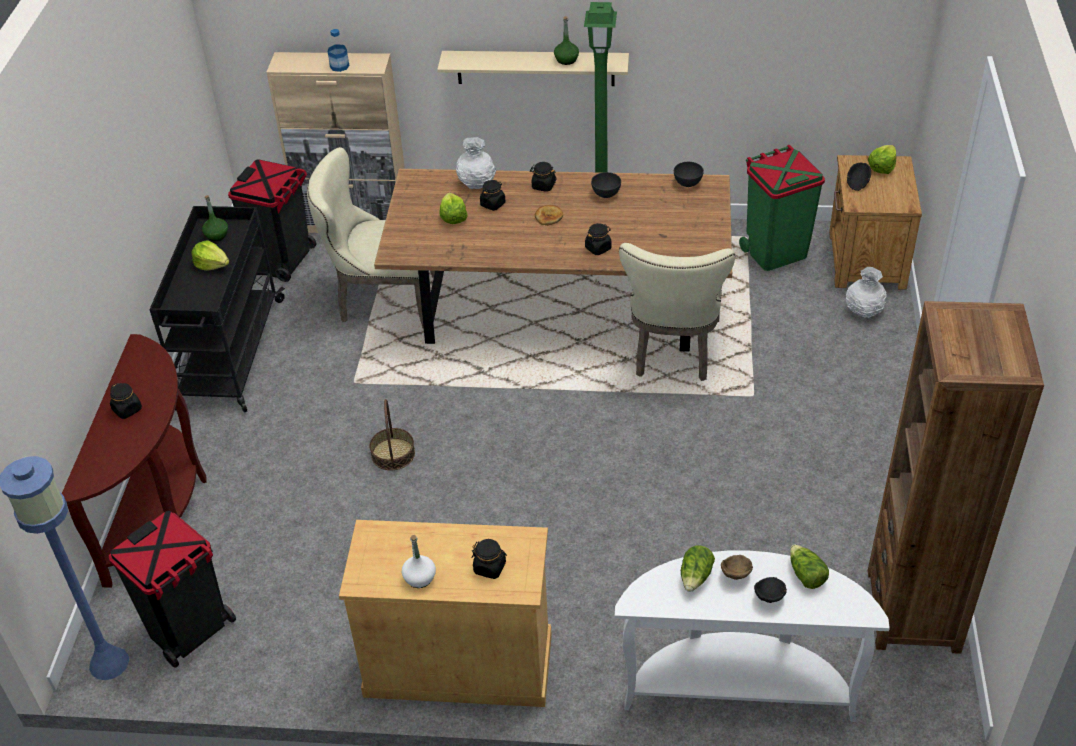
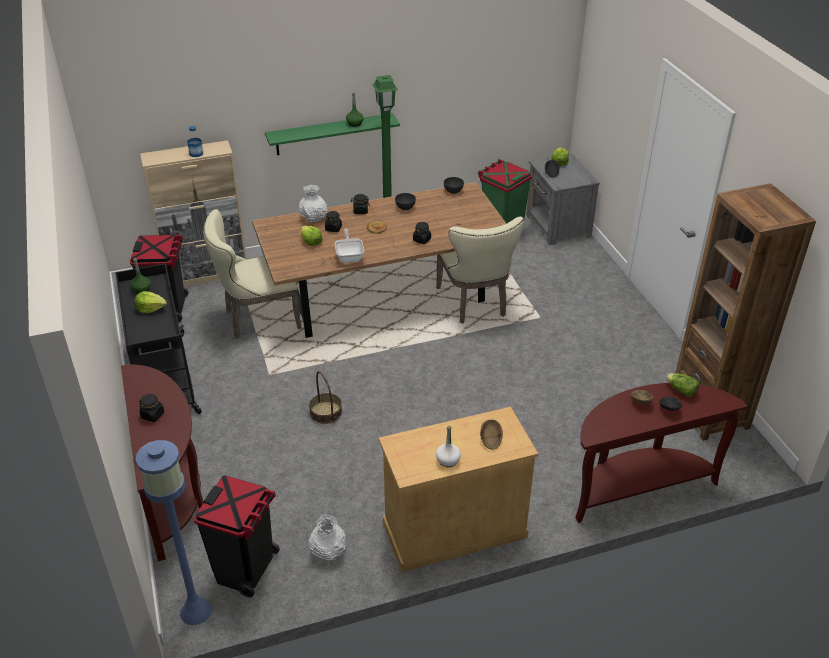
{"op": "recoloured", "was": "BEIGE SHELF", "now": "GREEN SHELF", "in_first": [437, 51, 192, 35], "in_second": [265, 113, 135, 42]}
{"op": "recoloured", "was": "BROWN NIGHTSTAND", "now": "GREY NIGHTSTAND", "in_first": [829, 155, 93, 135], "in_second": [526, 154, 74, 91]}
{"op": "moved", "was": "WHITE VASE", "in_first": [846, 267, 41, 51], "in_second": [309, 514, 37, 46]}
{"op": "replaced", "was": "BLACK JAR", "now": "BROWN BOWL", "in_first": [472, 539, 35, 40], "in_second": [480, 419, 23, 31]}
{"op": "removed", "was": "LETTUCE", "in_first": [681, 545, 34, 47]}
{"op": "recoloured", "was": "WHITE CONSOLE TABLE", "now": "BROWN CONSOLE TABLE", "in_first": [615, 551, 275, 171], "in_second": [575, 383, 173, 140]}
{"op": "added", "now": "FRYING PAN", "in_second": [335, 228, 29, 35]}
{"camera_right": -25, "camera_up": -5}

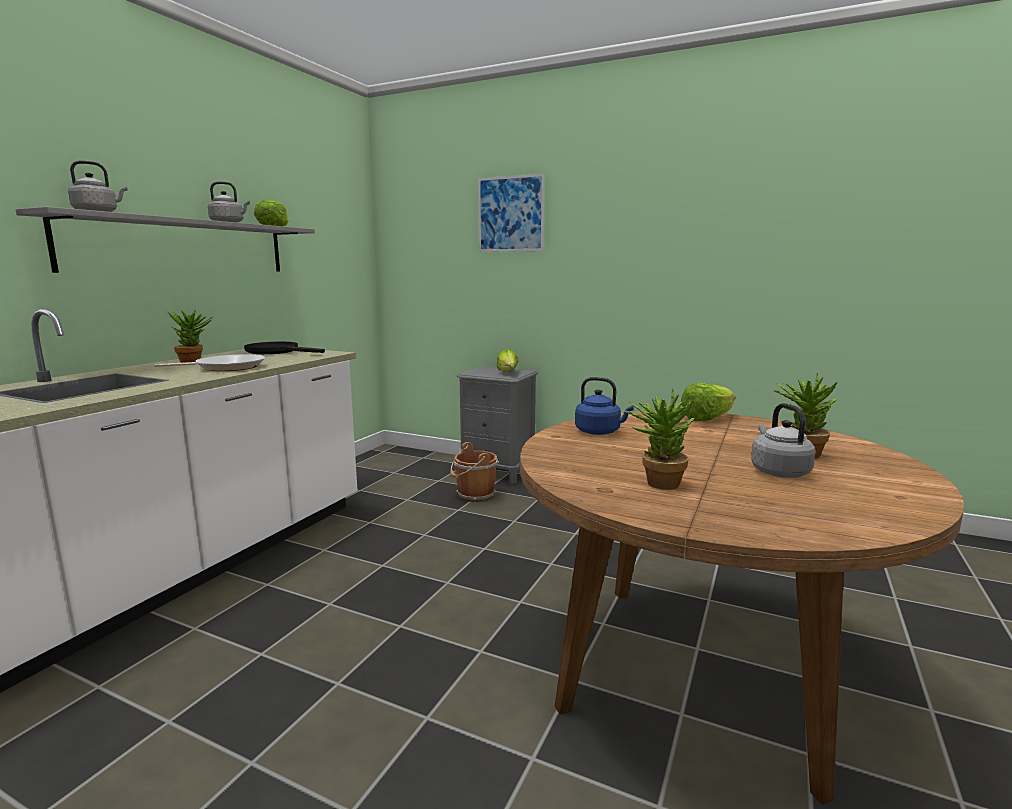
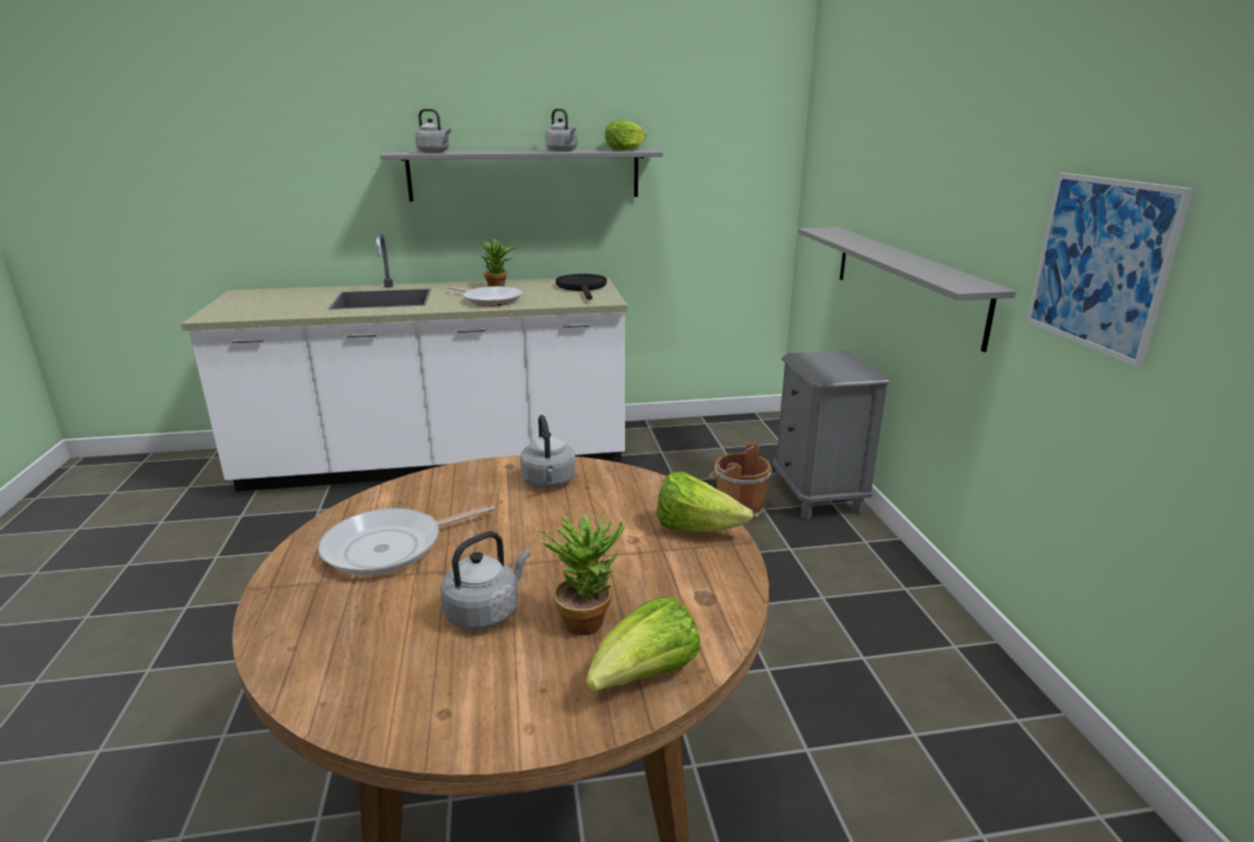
{"op": "moved", "was": "PICTURE", "in_first": [478, 173, 67, 79], "in_second": [1026, 172, 167, 196]}
{"op": "moved", "was": "LETTUCE", "in_first": [496, 349, 23, 23], "in_second": [586, 597, 115, 96]}
{"op": "recoloured", "was": "BLUE KETTLE", "now": "GREY KETTLE", "in_first": [575, 377, 59, 58], "in_second": [520, 415, 56, 73]}
{"op": "replaced", "was": "POTTED PLANT", "now": "FRYING PAN", "in_first": [625, 388, 69, 102], "in_second": [318, 505, 177, 71]}
{"op": "added", "now": "GREY SHELF", "in_second": [798, 227, 218, 125]}
{"camera_right": 55, "camera_up": 10}

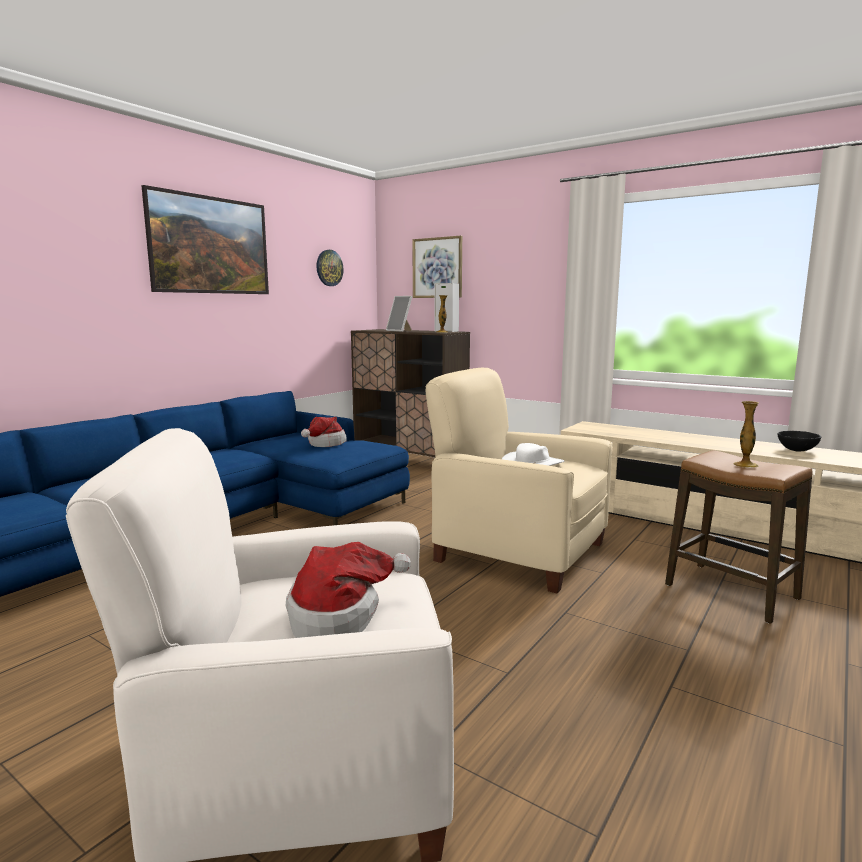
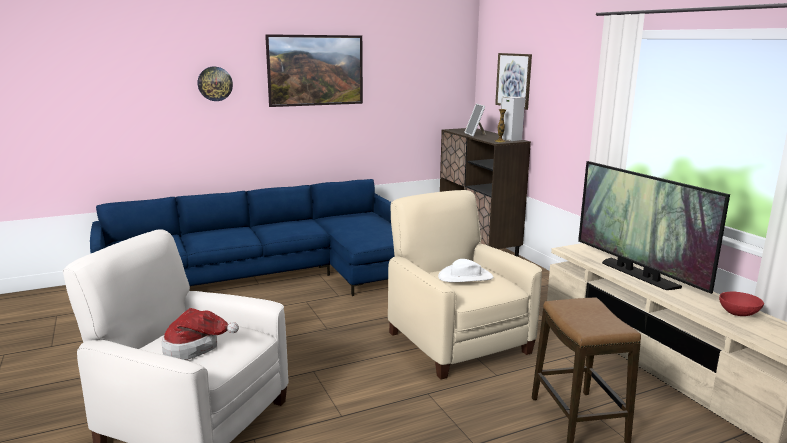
{"op": "moved", "was": "WALL CLOCK", "in_first": [317, 250, 26, 36], "in_second": [198, 67, 35, 34]}
{"op": "removed", "was": "VASE", "in_first": [734, 401, 25, 67]}
{"op": "removed", "was": "HAT", "in_first": [301, 417, 46, 30]}
{"op": "recoloured", "was": "BLACK BOWL", "now": "RED BOWL", "in_first": [778, 431, 43, 21], "in_second": [719, 292, 45, 24]}
{"op": "added", "now": "TELEVISION", "in_second": [578, 161, 152, 133]}
{"camera_right": 30, "camera_up": 5}

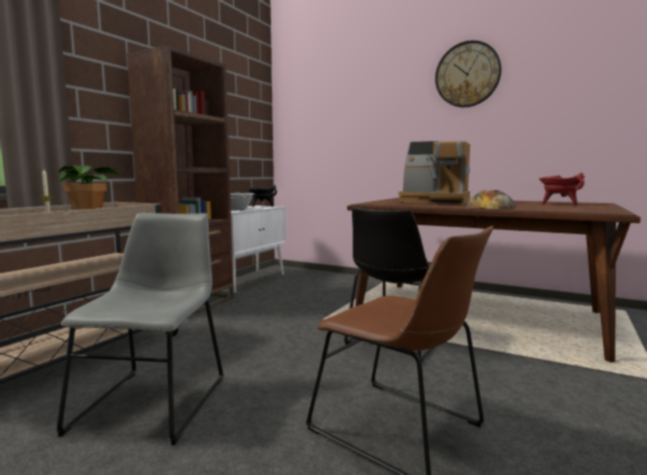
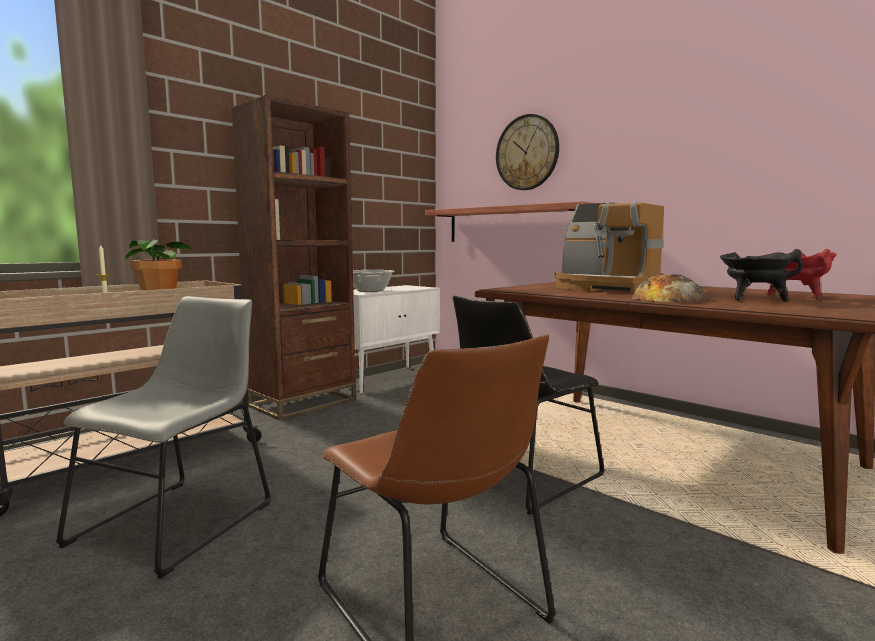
{"op": "moved", "was": "WALL CLOCK", "in_first": [435, 40, 66, 67], "in_second": [496, 114, 63, 76]}
{"op": "moved", "was": "BLACK COOKING POT", "in_first": [248, 185, 29, 22], "in_second": [720, 249, 83, 52]}
{"op": "added", "now": "SHELF", "in_second": [425, 201, 169, 41]}
{"camera_right": 15, "camera_up": 0}

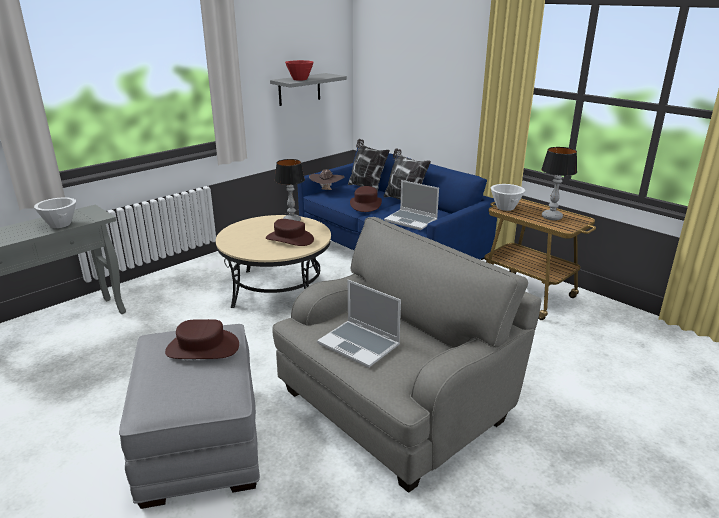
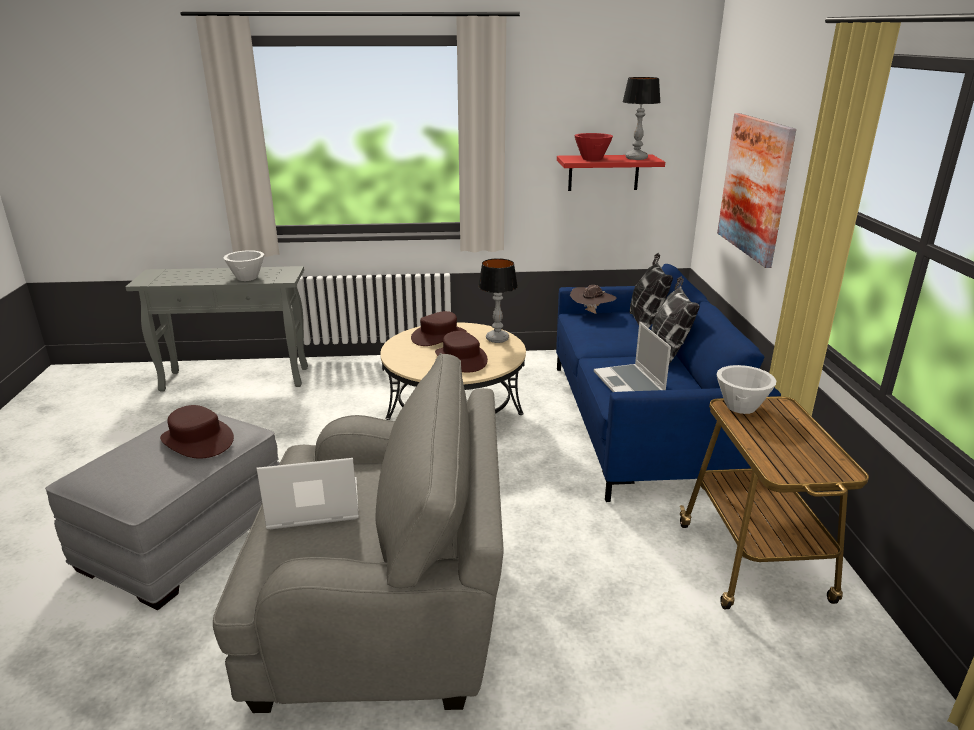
{"op": "recoloured", "was": "GREY SHELF", "now": "RED SHELF", "in_first": [270, 73, 77, 33], "in_second": [557, 155, 108, 36]}
{"op": "moved", "was": "TABLE LAMP", "in_first": [541, 147, 36, 73], "in_second": [623, 77, 38, 83]}
{"op": "moved", "was": "BROWN HAT", "in_first": [350, 186, 32, 26], "in_second": [411, 311, 56, 35]}
{"op": "turned", "was": "LAPTOP", "in_first": [317, 280, 84, 88], "in_second": [256, 458, 103, 71], "clockwise": 90}
{"op": "added", "now": "PICTURE", "in_second": [717, 113, 79, 155]}
{"camera_right": 40, "camera_up": 0}

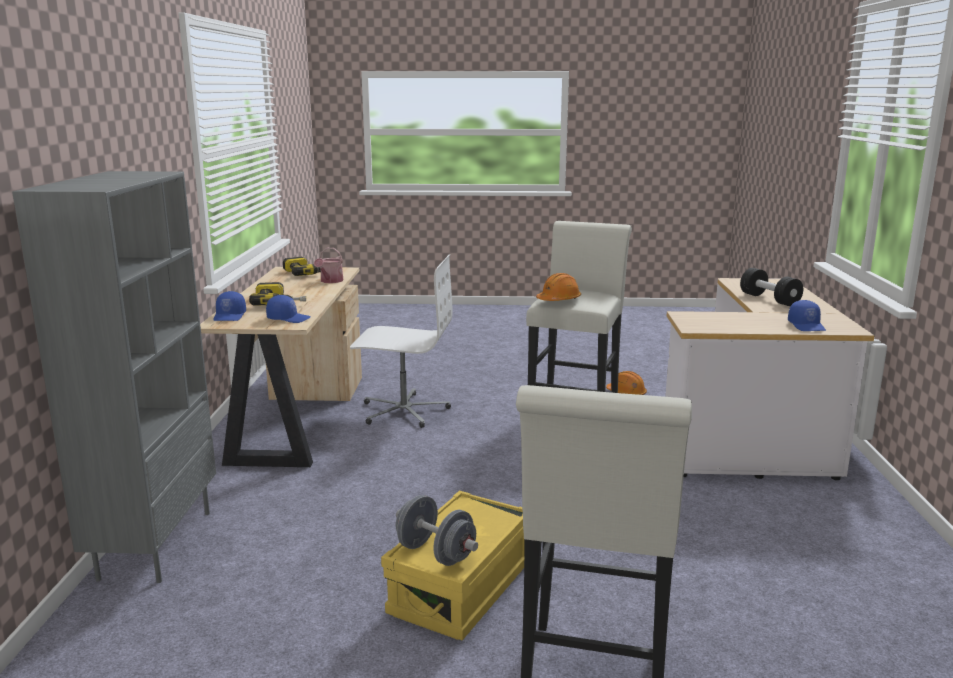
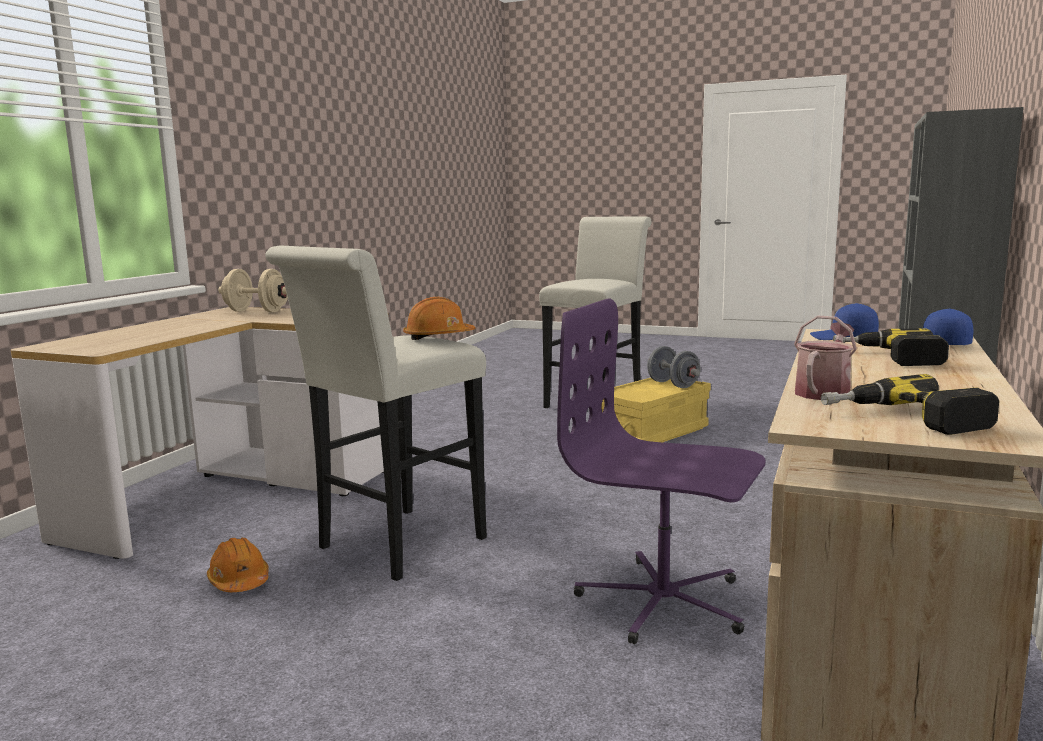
{"op": "recoloured", "was": "WHITE OFFICE CHAIR", "now": "PURPLE OFFICE CHAIR", "in_first": [350, 255, 103, 173], "in_second": [557, 298, 209, 346]}
{"op": "removed", "was": "BLACK DUMBBELL", "in_first": [740, 268, 63, 38]}
{"op": "replaced", "was": "BLUE CAP", "now": "BEIGE DUMBBELL", "in_first": [788, 300, 38, 31], "in_second": [218, 269, 70, 43]}
{"camera_right": -160, "camera_up": -5}

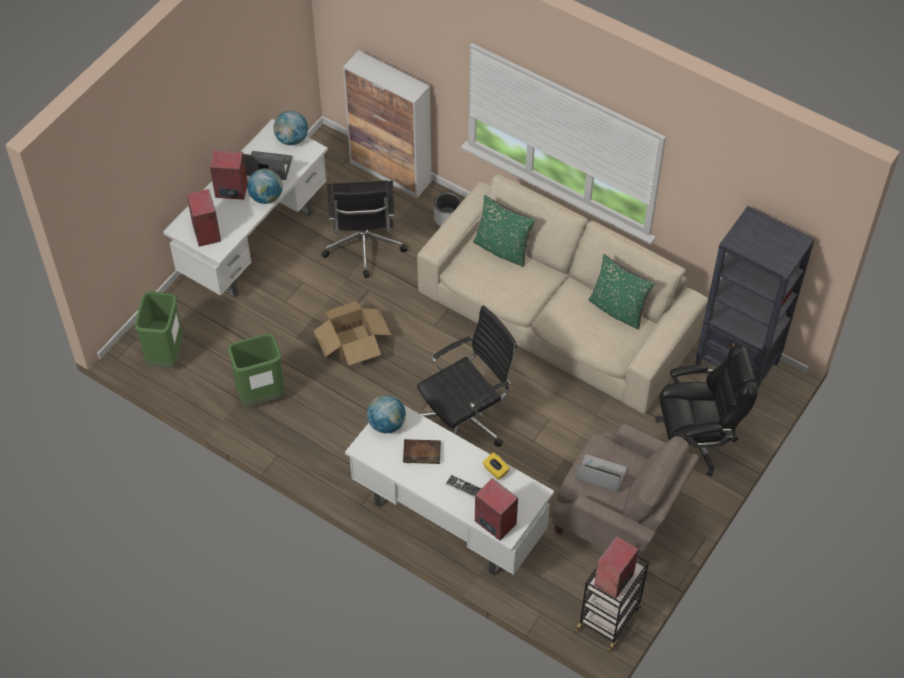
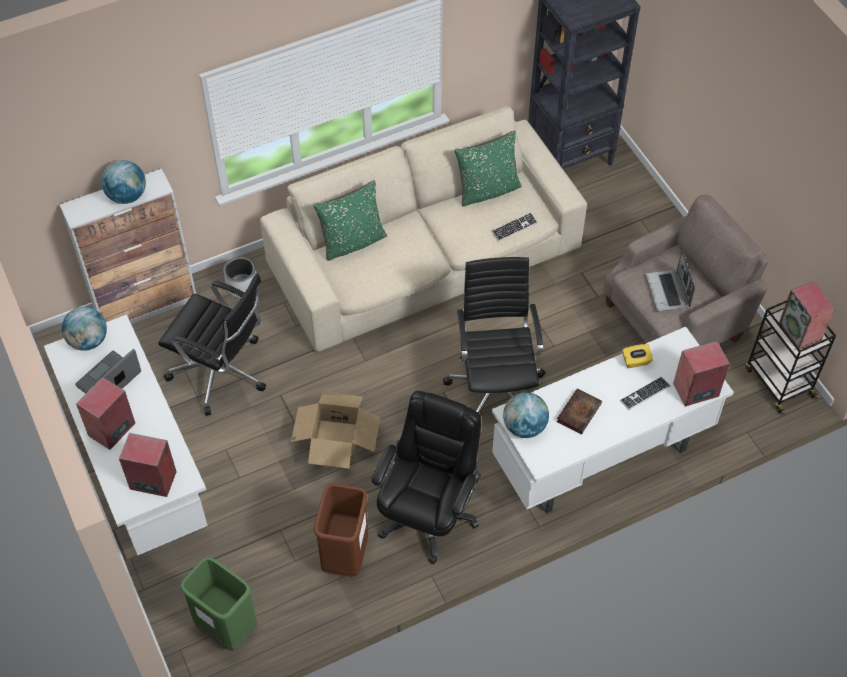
{"op": "moved", "was": "GLOBE", "in_first": [247, 169, 36, 35], "in_second": [101, 160, 45, 44]}
{"op": "recoloured", "was": "GREEN TRASH CAN", "now": "BROWN TRASH CAN", "in_first": [228, 334, 57, 72], "in_second": [314, 483, 54, 94]}
{"op": "moved", "was": "BLACK OFFICE CHAIR", "in_first": [655, 345, 103, 131], "in_second": [372, 391, 109, 173]}
{"op": "turned", "was": "LAPTOP", "in_first": [575, 454, 52, 39], "in_second": [646, 251, 49, 61], "clockwise": -60}
{"op": "added", "now": "KEYBOARD", "in_second": [492, 212, 46, 29]}
{"camera_right": -60, "camera_up": 0}

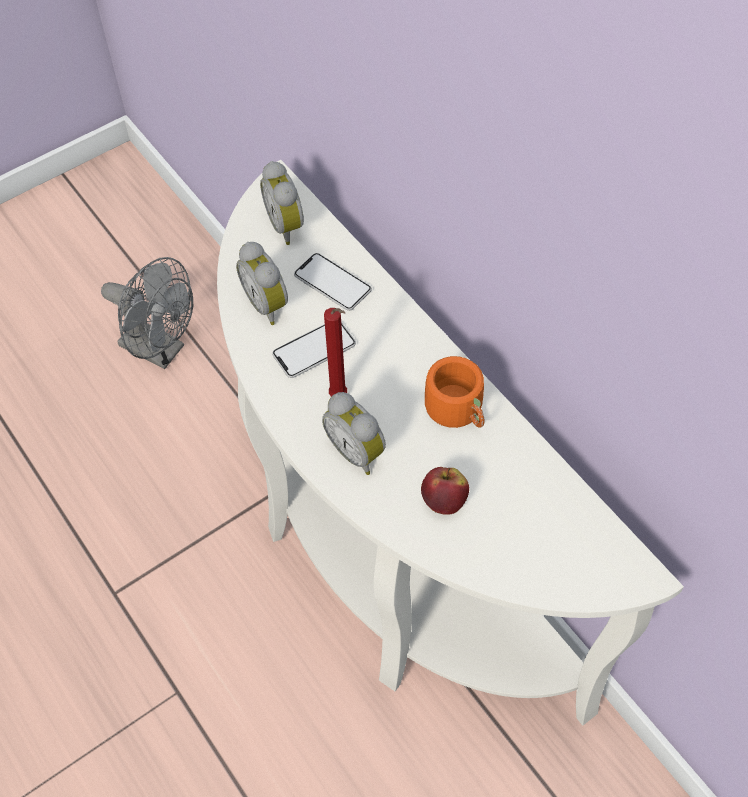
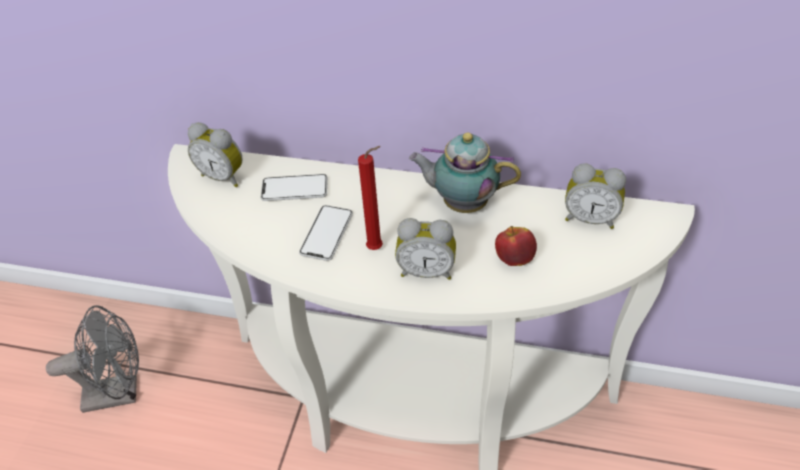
{"op": "moved", "was": "ALARM CLOCK", "in_first": [236, 242, 52, 83], "in_second": [565, 163, 61, 66]}
{"op": "replaced", "was": "ORANGE MUG", "now": "TEAPOT", "in_first": [425, 356, 59, 72], "in_second": [409, 133, 112, 80]}
{"camera_right": -40, "camera_up": -10}

